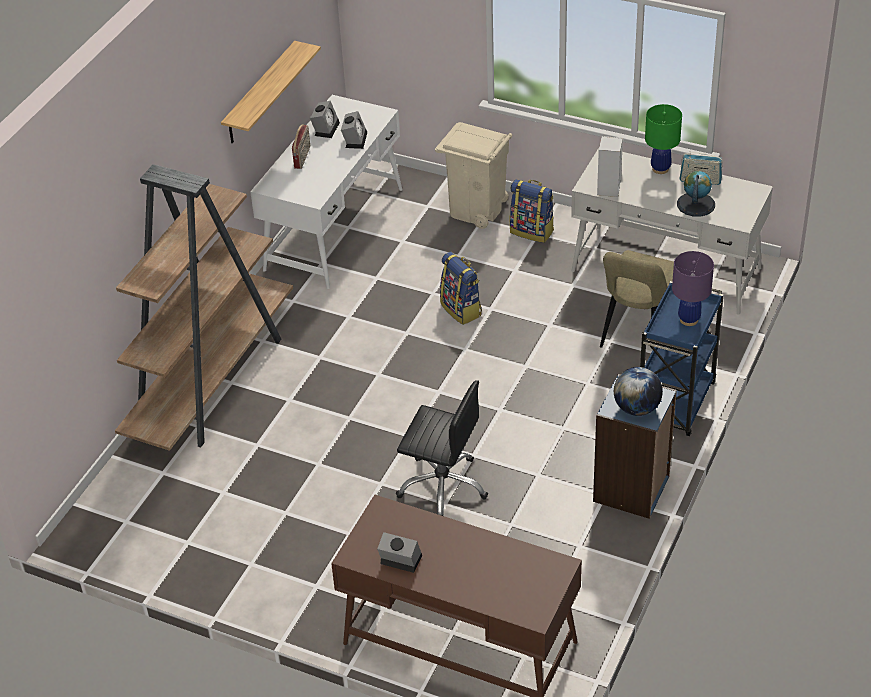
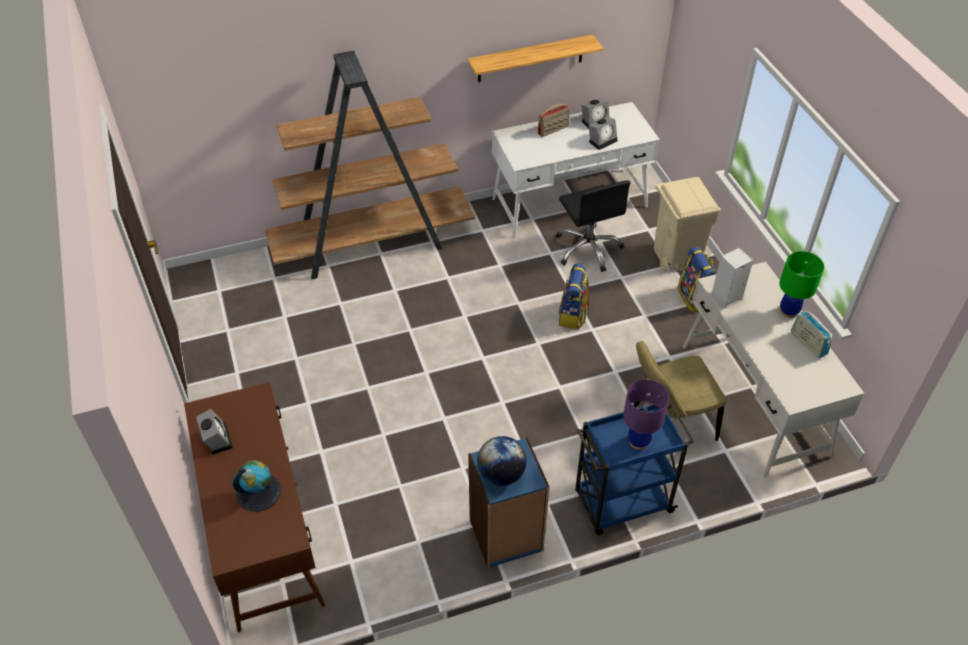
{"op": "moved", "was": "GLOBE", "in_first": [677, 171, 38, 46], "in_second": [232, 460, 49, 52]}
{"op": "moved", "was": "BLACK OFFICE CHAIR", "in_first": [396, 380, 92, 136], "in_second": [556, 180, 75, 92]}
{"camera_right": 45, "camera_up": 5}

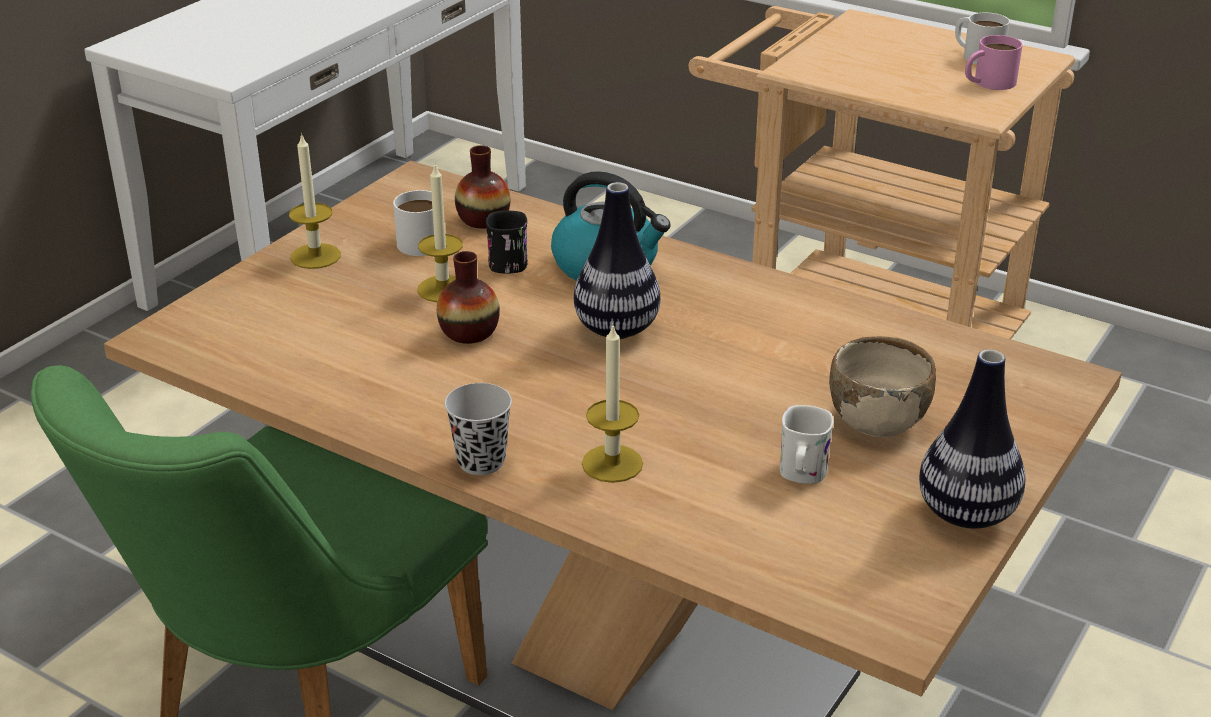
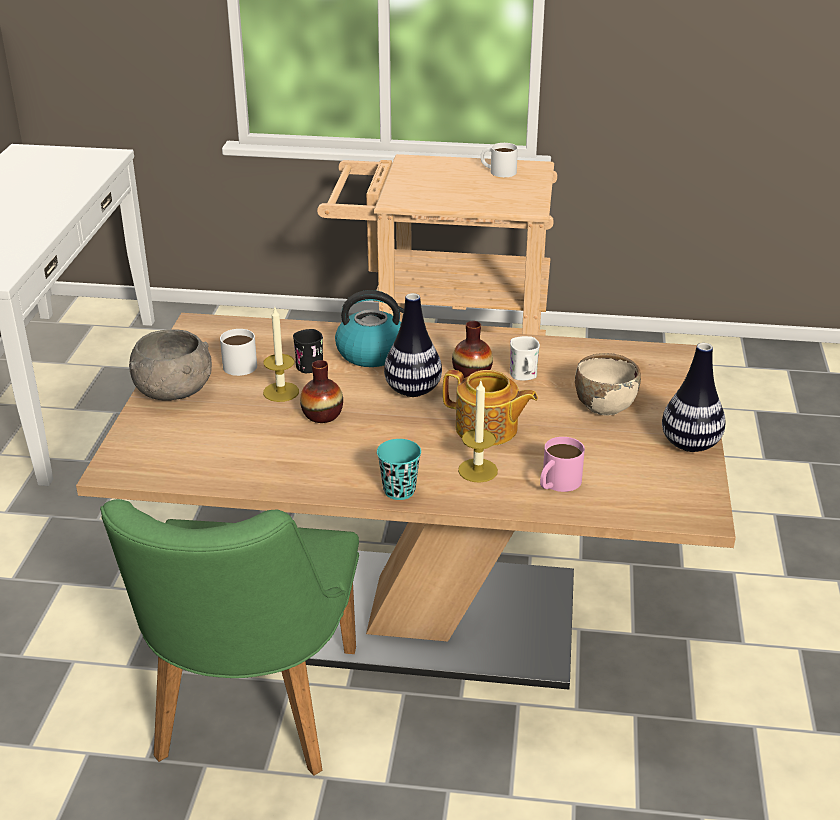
{"op": "moved", "was": "PINK MUG", "in_first": [965, 35, 58, 55], "in_second": [540, 437, 45, 55]}
{"op": "replaced", "was": "CANDLE", "now": "GREY BOWL", "in_first": [289, 133, 52, 136], "in_second": [129, 329, 83, 72]}
{"op": "moved", "was": "VASE", "in_first": [455, 145, 56, 84], "in_second": [452, 321, 41, 57]}
{"op": "recoloured", "was": "BLACK CUP", "now": "TURQUOISE CUP", "in_first": [445, 383, 67, 92], "in_second": [377, 439, 44, 61]}
{"op": "moved", "was": "WHITE MUG", "in_first": [780, 405, 54, 79], "in_second": [510, 336, 30, 44]}
{"op": "added", "now": "TEAPOT", "in_second": [443, 369, 95, 77]}
{"camera_right": -25, "camera_up": 0}

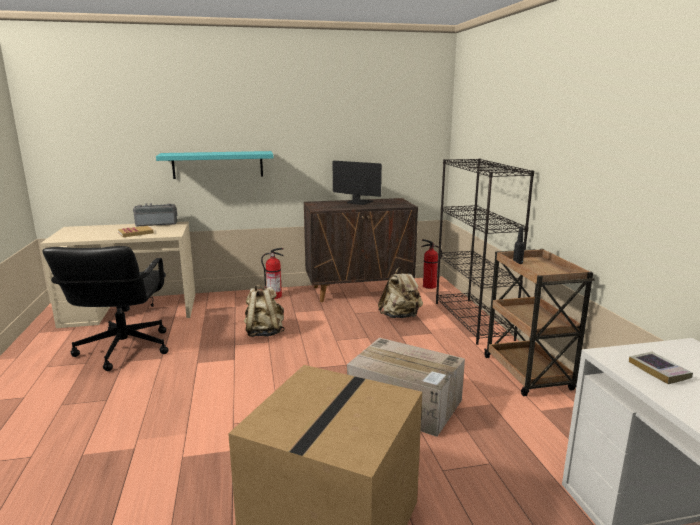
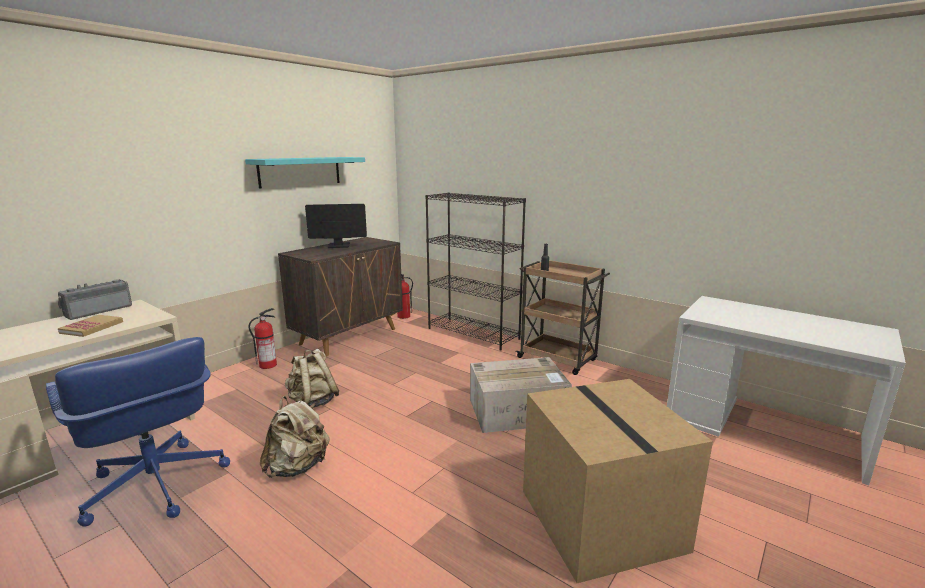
{"op": "moved", "was": "TURQUOISE SHELF", "in_first": [156, 151, 117, 28], "in_second": [245, 157, 120, 32]}
{"op": "recoloured", "was": "BLACK OFFICE CHAIR", "now": "BLUE OFFICE CHAIR", "in_first": [43, 246, 125, 125], "in_second": [46, 337, 184, 190]}
{"op": "moved", "was": "BEIGE BACKPACK", "in_first": [378, 267, 45, 51], "in_second": [260, 396, 70, 82]}
{"op": "removed", "was": "BOOK", "in_first": [629, 352, 64, 32]}
{"camera_right": -40, "camera_up": 0}

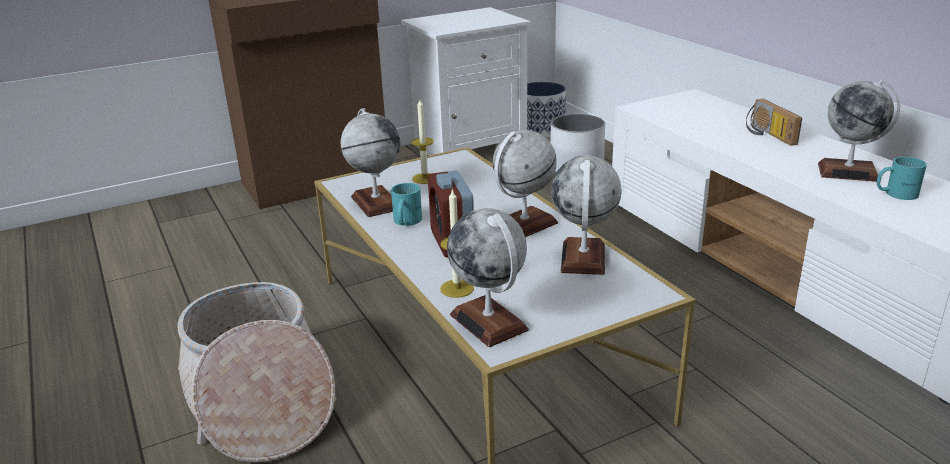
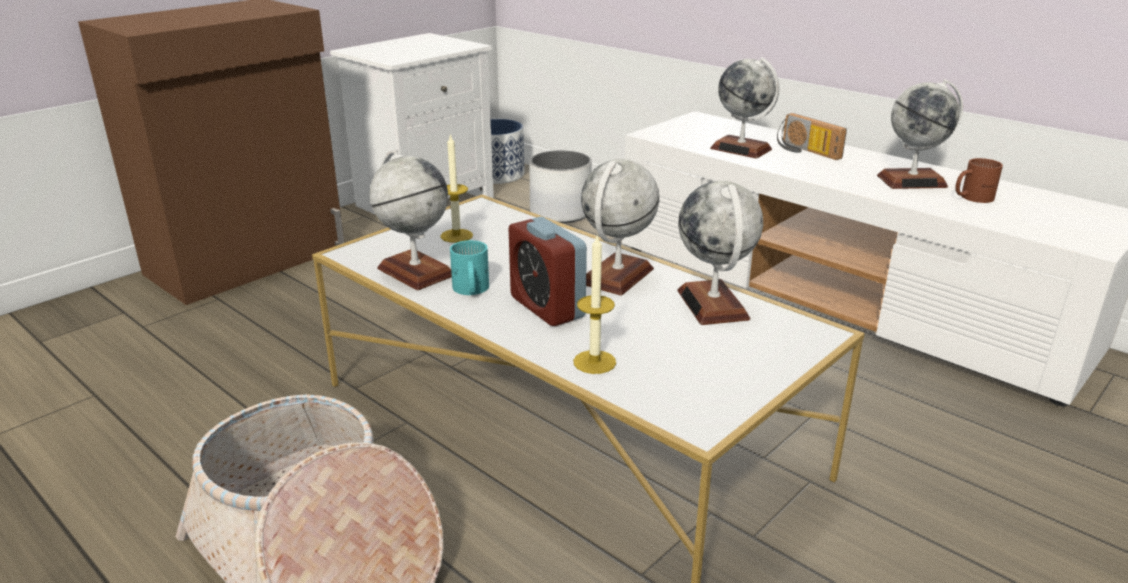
{"op": "recoloured", "was": "TURQUOISE MUG", "now": "BROWN MUG", "in_first": [877, 157, 50, 43], "in_second": [955, 158, 48, 45]}
{"op": "moved", "was": "GLOBE", "in_first": [447, 208, 82, 139], "in_second": [710, 57, 70, 102]}
{"camera_right": -20, "camera_up": 0}

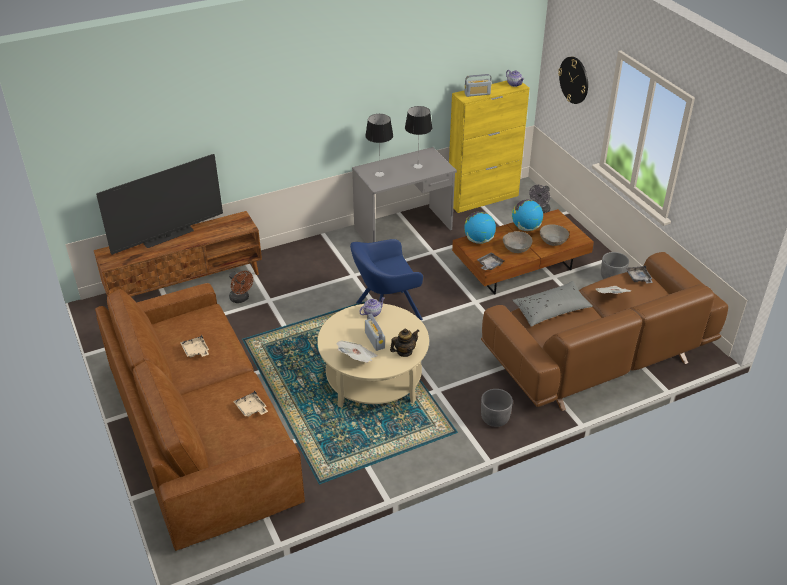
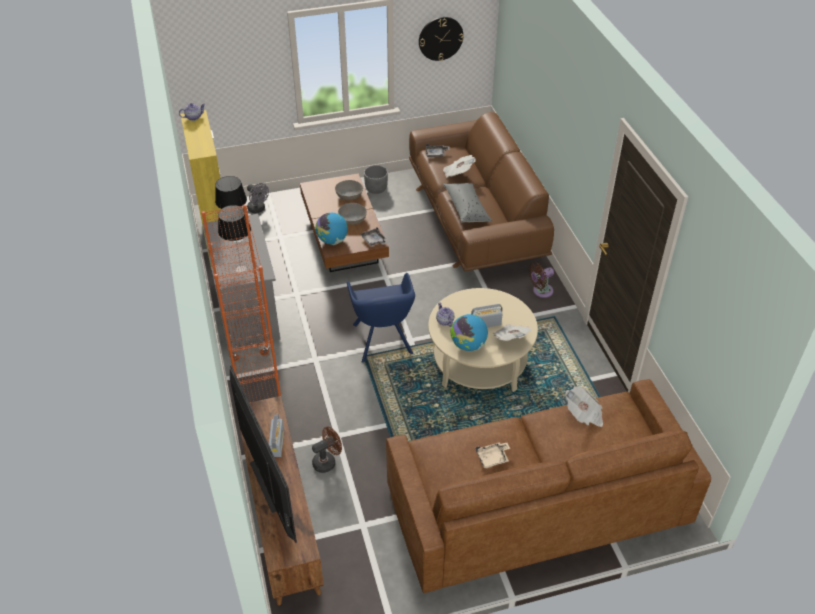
{"op": "moved", "was": "WALL CLOCK", "in_first": [558, 57, 30, 47], "in_second": [419, 17, 45, 44]}
{"op": "moved", "was": "RADIO", "in_first": [464, 74, 28, 23], "in_second": [269, 414, 15, 43]}
{"op": "moved", "was": "GLOBE", "in_first": [512, 199, 31, 32], "in_second": [451, 314, 37, 37]}
{"op": "removed", "was": "TEAPOT", "in_first": [390, 328, 29, 29]}
{"op": "replaced", "was": "GREY PLANTER", "now": "BROWN FAN", "in_first": [481, 389, 32, 38], "in_second": [529, 263, 25, 35]}
{"op": "replaced", "was": "BEIGE TRAY", "now": "NEWSPAPER", "in_first": [233, 390, 35, 27], "in_second": [565, 386, 38, 41]}
{"op": "added", "now": "ORANGE BOOKCASE", "in_second": [201, 204, 84, 206]}
{"camera_right": -80, "camera_up": 5}

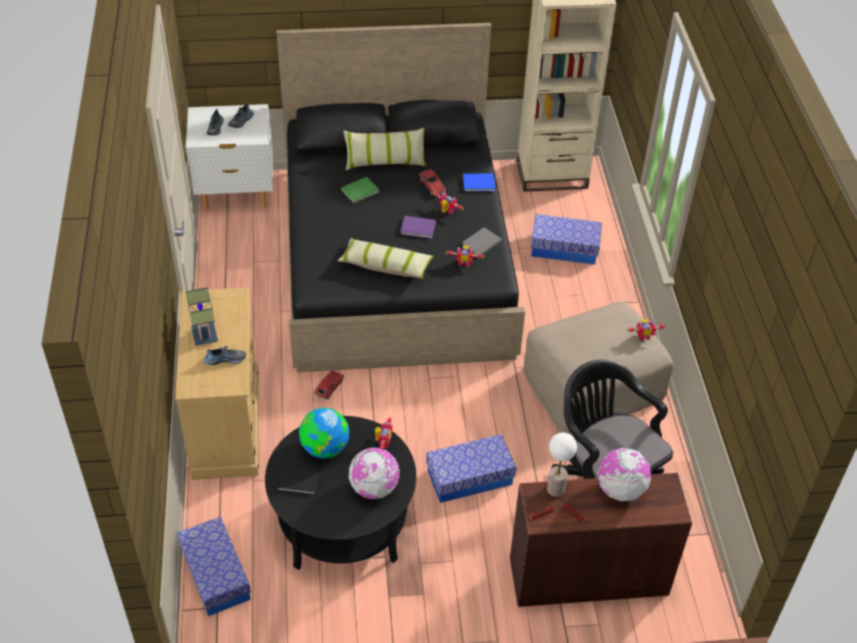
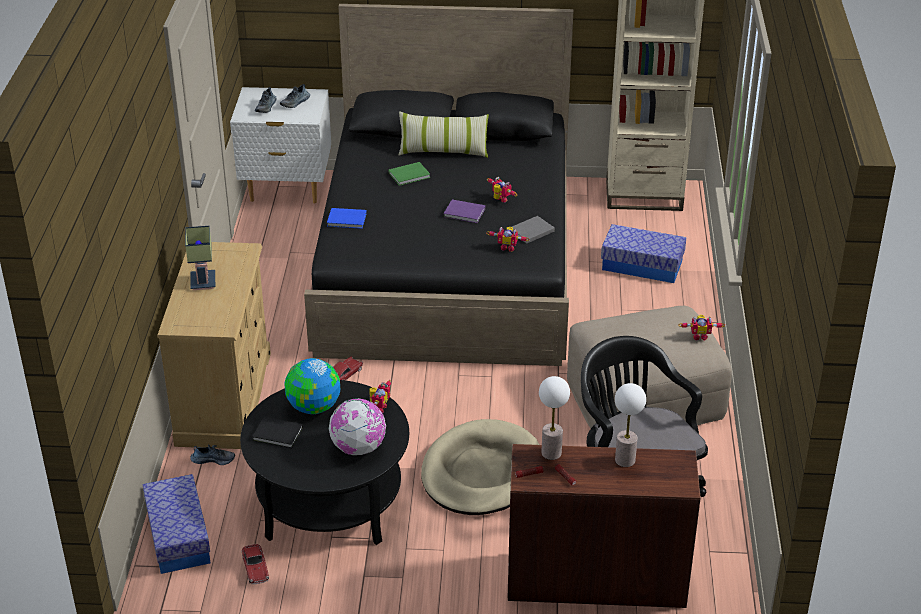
{"op": "moved", "was": "TOY CAR", "in_first": [419, 169, 27, 27], "in_second": [241, 544, 28, 40]}
{"op": "moved", "was": "BLUE BOOK", "in_first": [463, 173, 32, 19], "in_second": [327, 208, 40, 21]}
{"op": "removed", "was": "PILLOW", "in_first": [337, 238, 96, 41]}
{"op": "moved", "was": "SHOE", "in_first": [204, 346, 42, 19], "in_second": [190, 444, 45, 21]}
{"op": "replaced", "was": "STORAGE BOX", "now": "BEIGE DOG BED", "in_first": [426, 434, 91, 69], "in_second": [421, 419, 118, 96]}
{"op": "replaced", "was": "GLOBE", "now": "TABLE LAMP", "in_first": [597, 448, 55, 53], "in_second": [615, 383, 31, 84]}
{"camera_right": 10, "camera_up": -10}

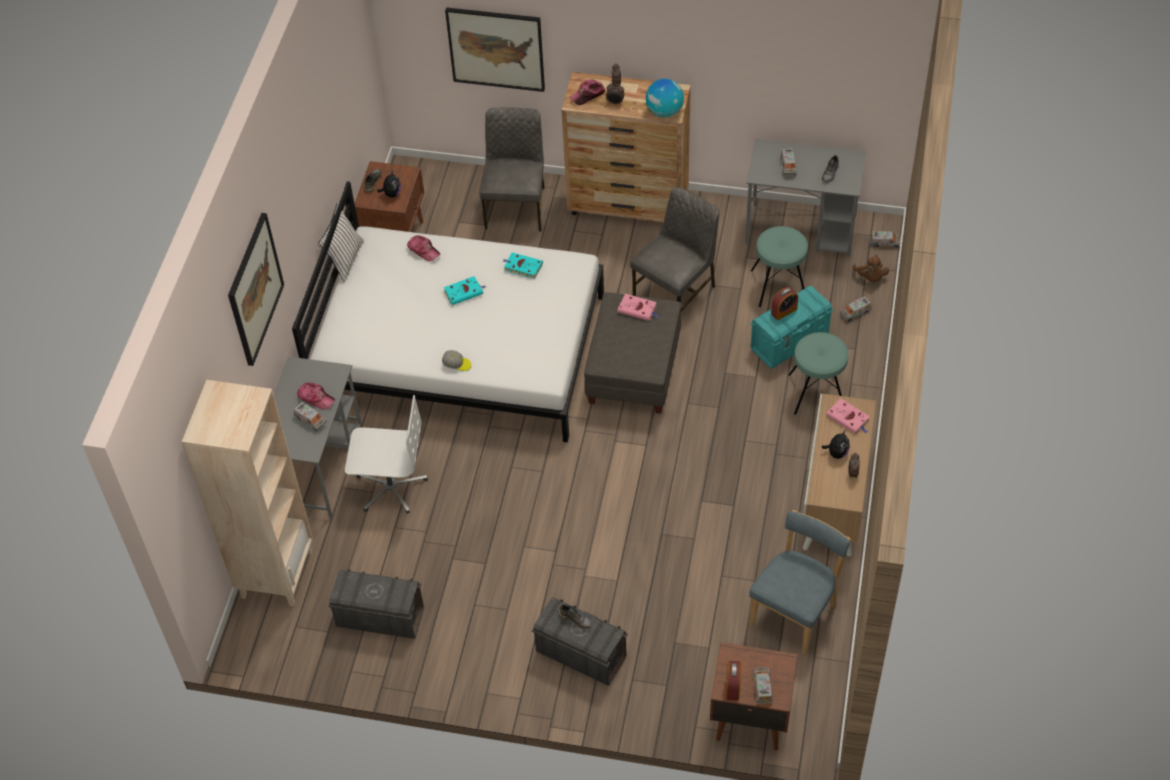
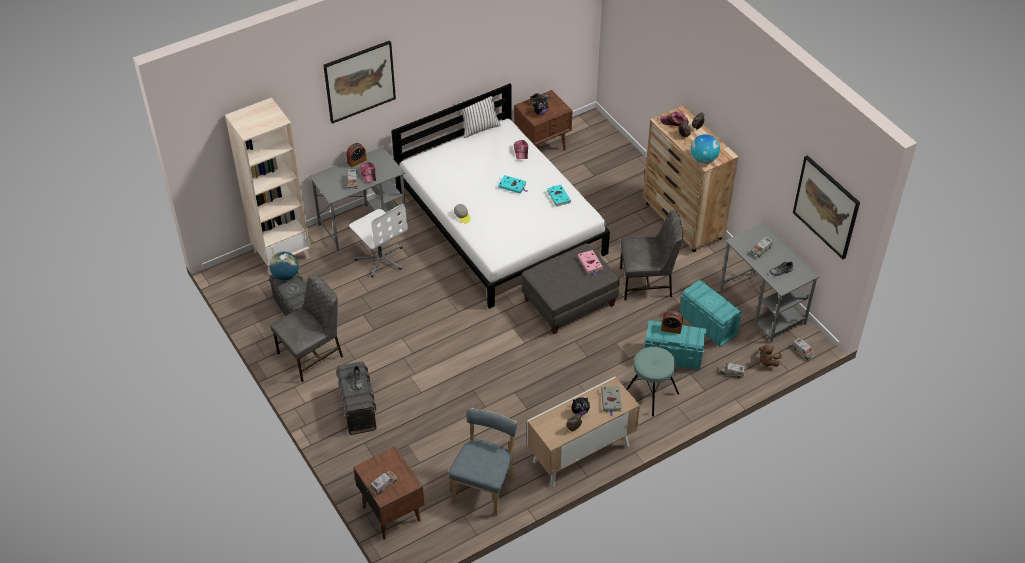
{"op": "moved", "was": "PICTURE", "in_first": [445, 7, 100, 85], "in_second": [793, 155, 67, 104]}
{"op": "moved", "was": "GREY CHAIR", "in_first": [479, 107, 65, 125], "in_second": [270, 274, 73, 108]}
{"op": "replaced", "was": "TURQUOISE STOOL", "now": "TURQUOISE STORAGE BOX", "in_first": [751, 226, 57, 81], "in_second": [680, 280, 63, 67]}
{"op": "recoloured", "was": "PINK BOOK", "now": "GREY BOOK", "in_first": [826, 398, 44, 36], "in_second": [601, 386, 21, 30]}
{"op": "turned", "was": "BLUE CHAIR", "in_first": [749, 510, 102, 145], "in_second": [449, 408, 68, 108], "clockwise": -60}
{"op": "moved", "was": "ALARM CLOCK", "in_first": [726, 661, 15, 40], "in_second": [346, 143, 21, 25]}
{"op": "added", "now": "GLOBE", "in_second": [269, 251, 30, 29]}
{"camera_right": 45, "camera_up": -5}

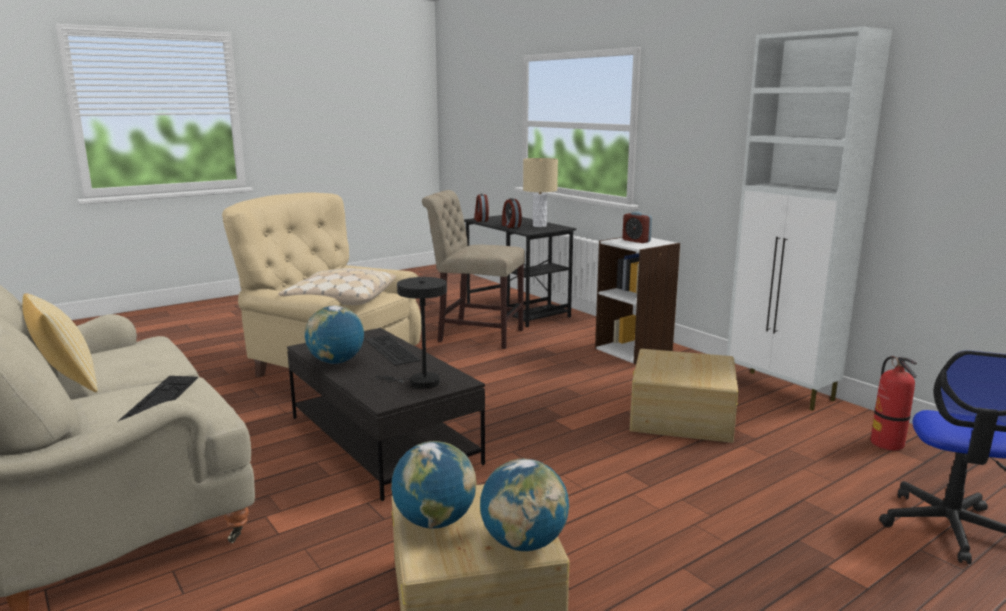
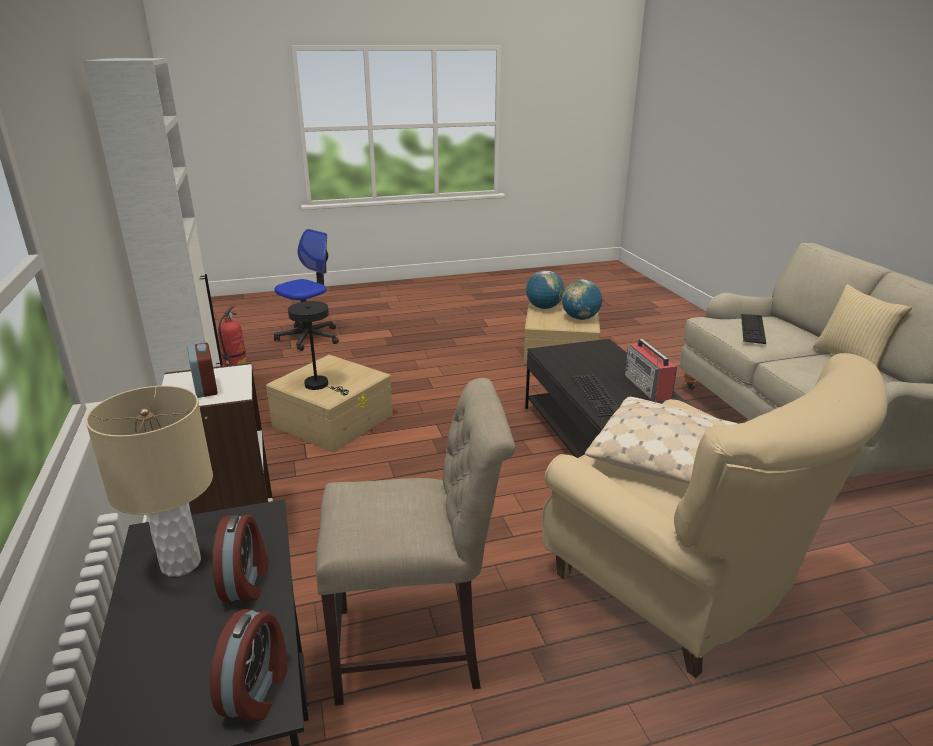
{"op": "turned", "was": "BEIGE CHAIR", "in_first": [422, 190, 103, 159], "in_second": [315, 378, 200, 328], "clockwise": -45}
{"op": "moved", "was": "BLACK TABLE LAMP", "in_first": [375, 277, 72, 112], "in_second": [288, 301, 61, 94]}
{"op": "replaced", "was": "GLOBE", "now": "RADIO", "in_first": [305, 305, 59, 59], "in_second": [624, 339, 53, 63]}
{"camera_right": -160, "camera_up": 10}

